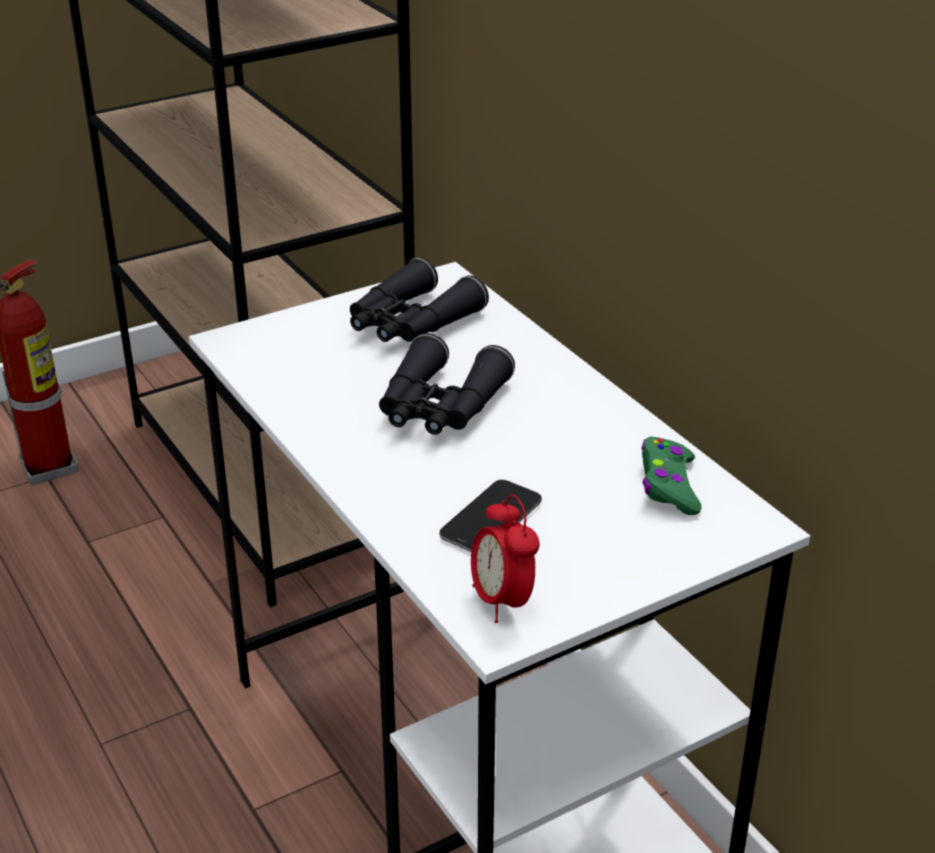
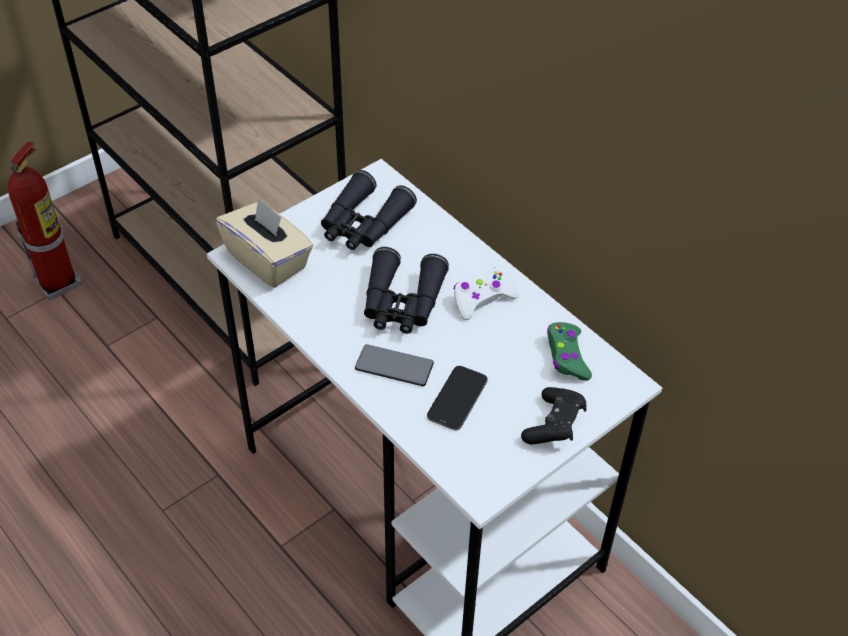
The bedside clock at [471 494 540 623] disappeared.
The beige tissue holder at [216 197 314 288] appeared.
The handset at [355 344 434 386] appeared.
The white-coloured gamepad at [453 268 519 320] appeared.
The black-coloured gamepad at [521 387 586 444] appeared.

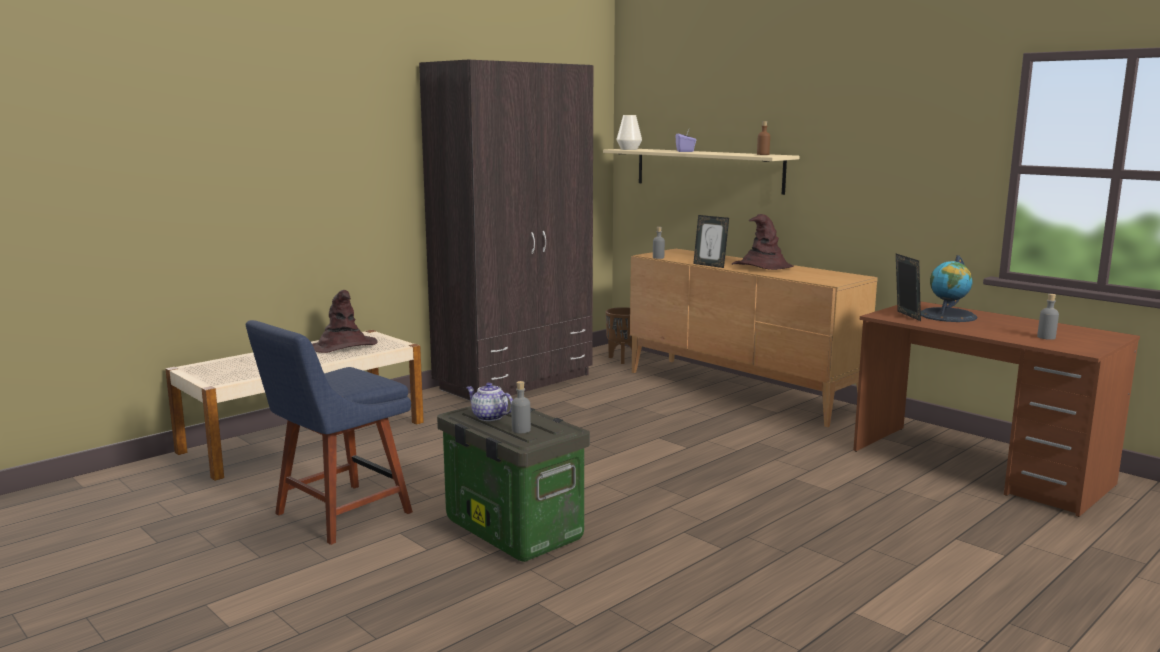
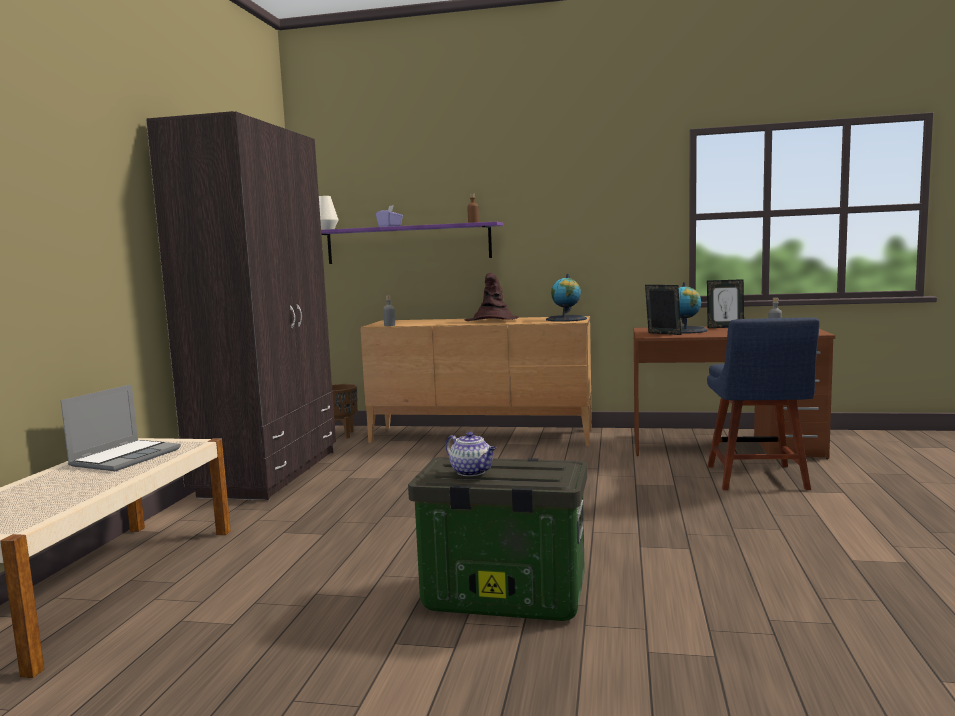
The gray drink bottle at [511 381 531 433] disappeared.
The world globe at [546 274 587 322] appeared.
The blue plain chair moved from [246 320 413 545] to [707 317 820 490].
The picture frame moved from [693 215 729 268] to [707 279 744 328].
The brown clothing hat at [312 290 378 353] was replaced by the laptop at [60 384 180 471].
The beige bracket shelf at [603 149 800 195] became the purple bracket shelf at [321 222 504 264].
The teapot at [466 382 513 421] turned 135 degrees counterclockwise.

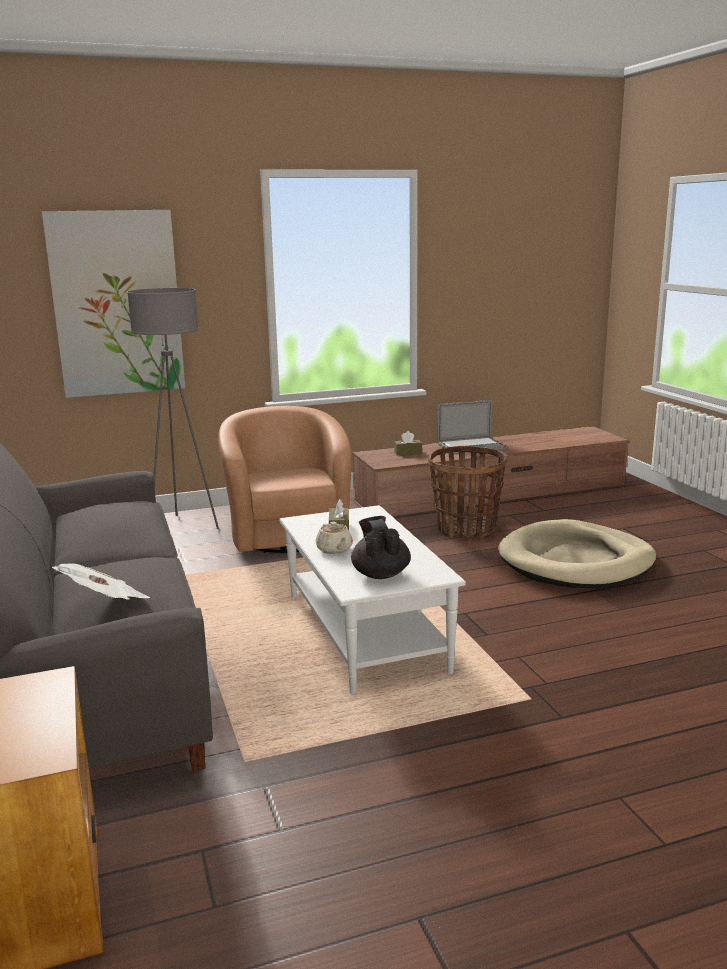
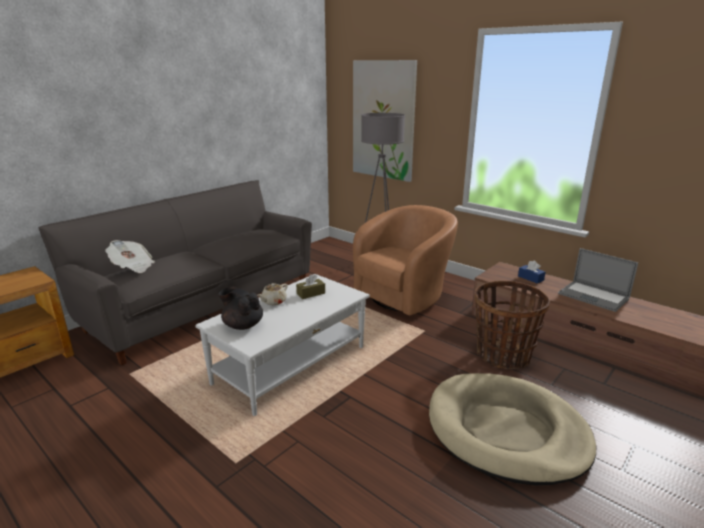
The brown tissue holder at [394 431 422 455] became the blue tissue holder at [518 261 546 284].
The black-coloured teapot at [351 516 411 579] turned 105 degrees counterclockwise.

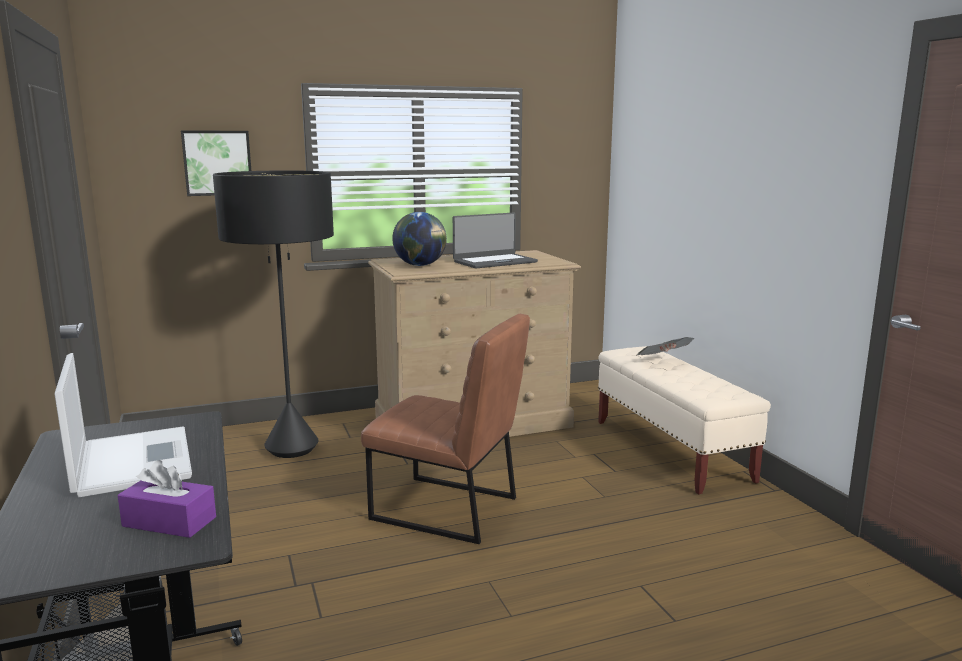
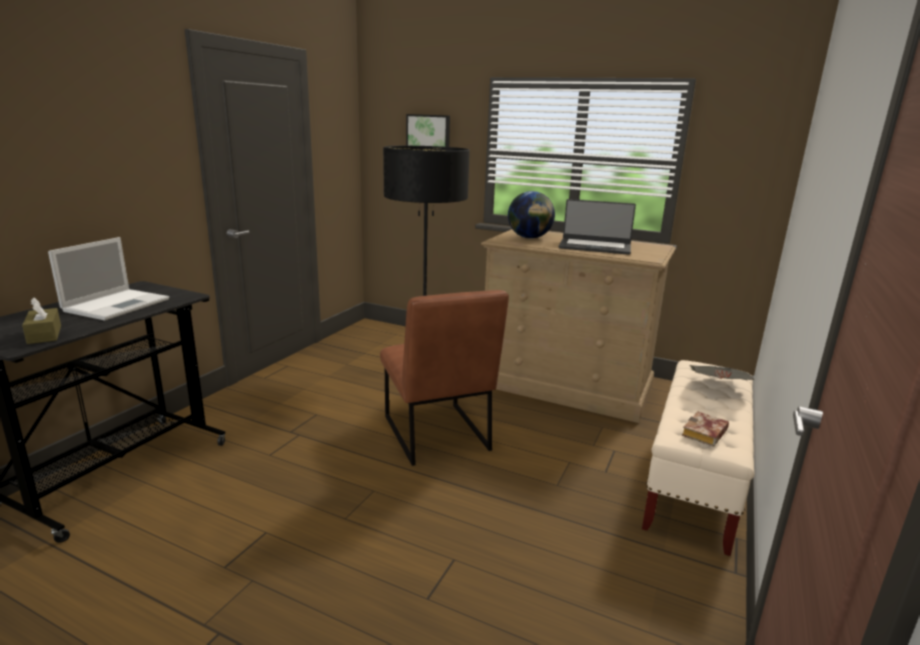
The bound book at [682 412 729 447] appeared.
The purple tissue holder at [118 460 216 538] became the brown tissue holder at [22 298 61 344].

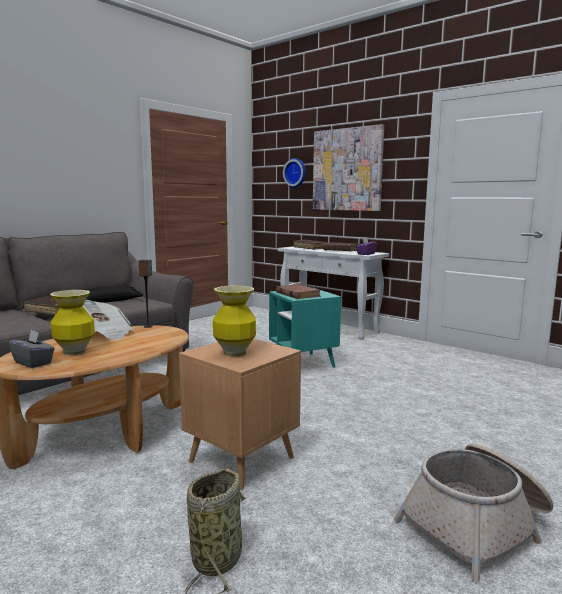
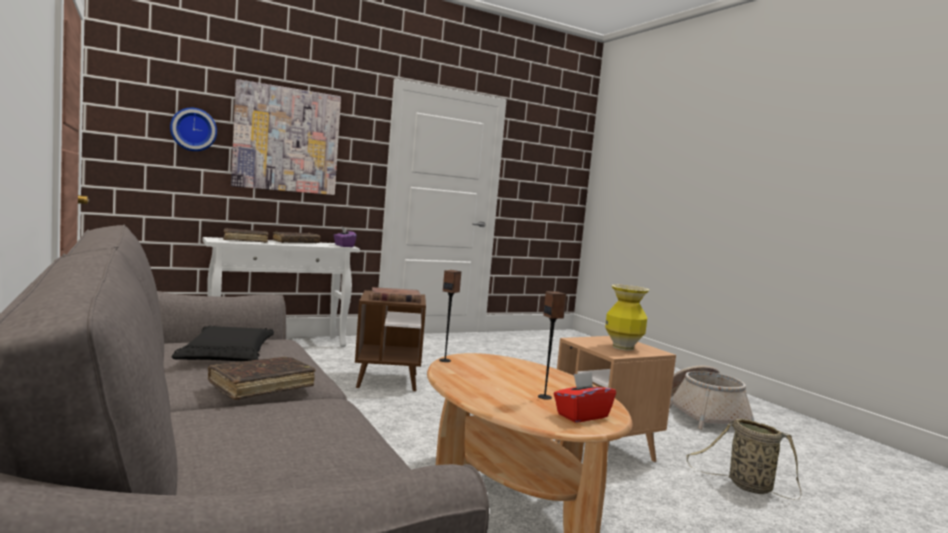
The printed paper at [82 300 133 340] disappeared.
The vase at [50 290 95 355] was replaced by the loudspeaker at [538 291 566 400].
The gray tissue holder at [9 330 55 368] became the reddish tissue holder at [554 372 616 423].
The blue-green end table at [269 288 341 368] became the brown end table at [355 290 426 392].

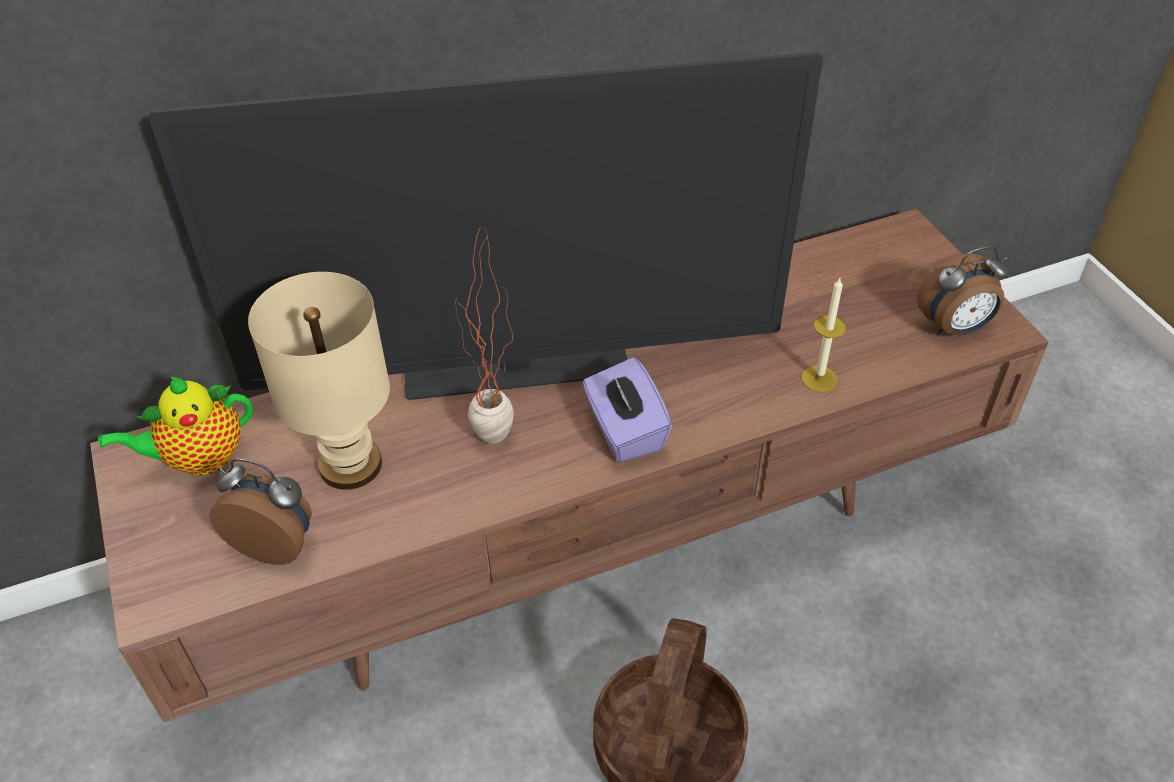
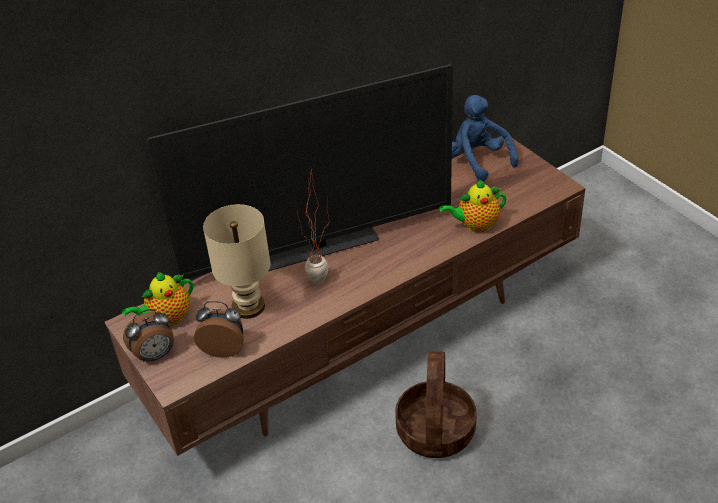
The purple tissue holder at [583 357 672 462] disappeared.
The blue plush toy at [452 95 519 181] appeared.
The bedside clock moved from [917 246 1010 335] to [123 309 174 362].
The wax light at [801 278 846 392] was replaced by the teapot at [439 179 507 232].

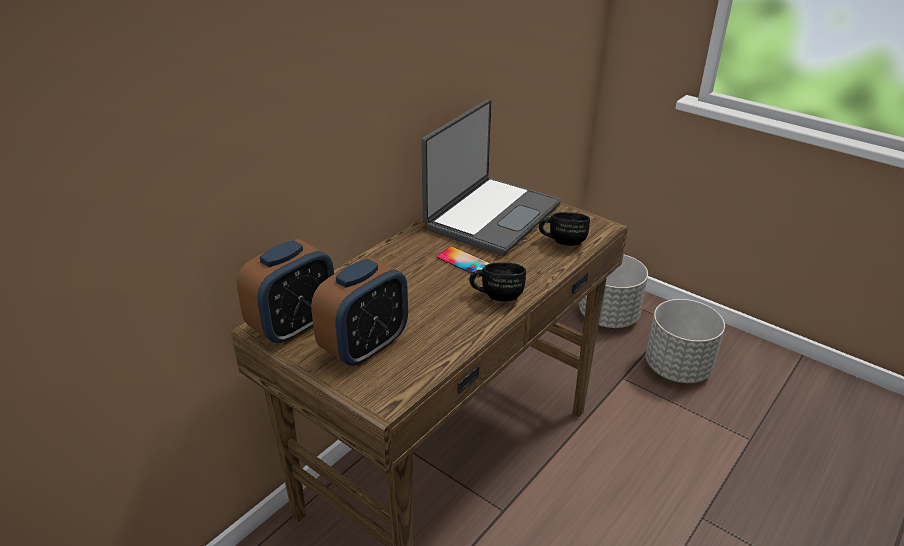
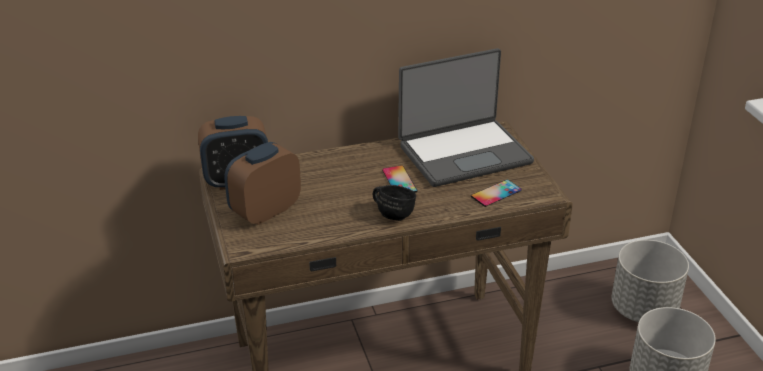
The black-coloured mug at [539 212 590 246] was replaced by the handset at [471 180 522 207].
The bedside clock at [311 257 408 367] turned 150 degrees clockwise.

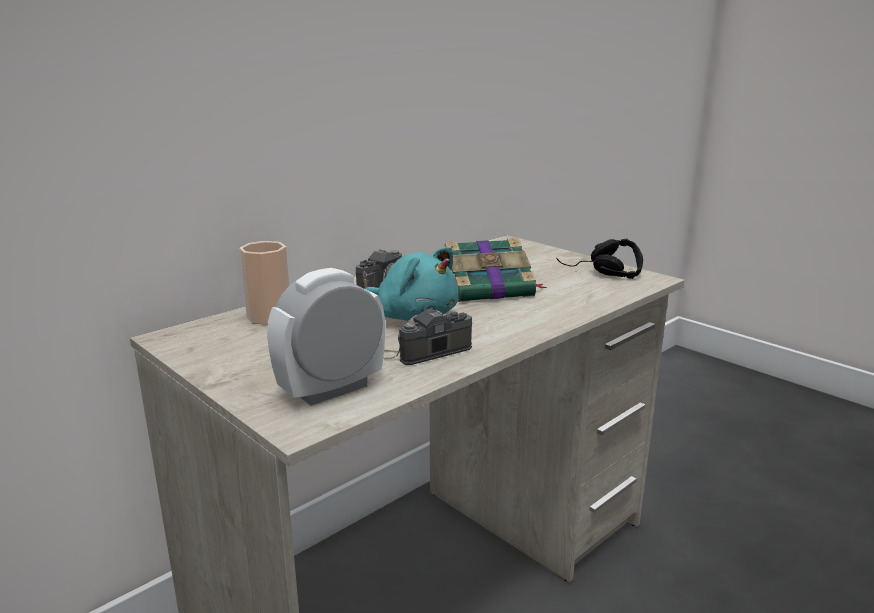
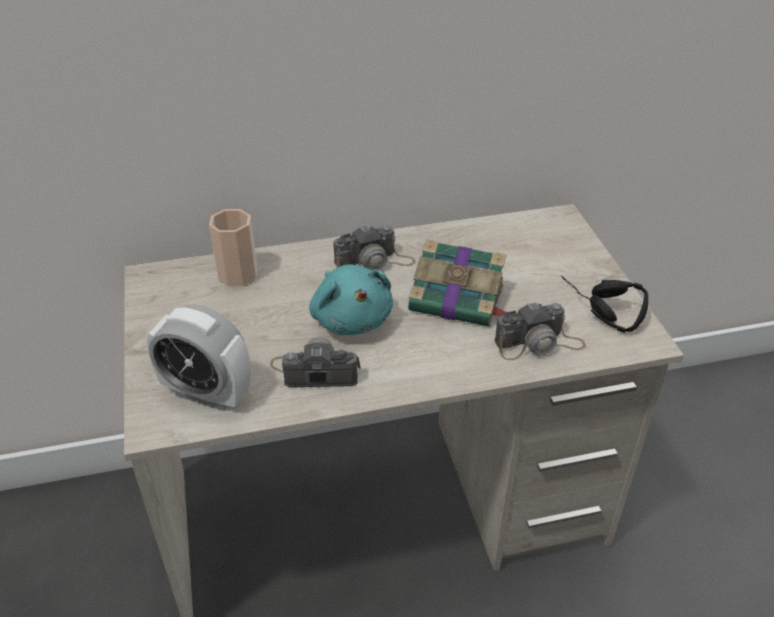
The still camera at [494 301 586 360] appeared.
The bedside clock at [267 268 385 406] turned 150 degrees counterclockwise.

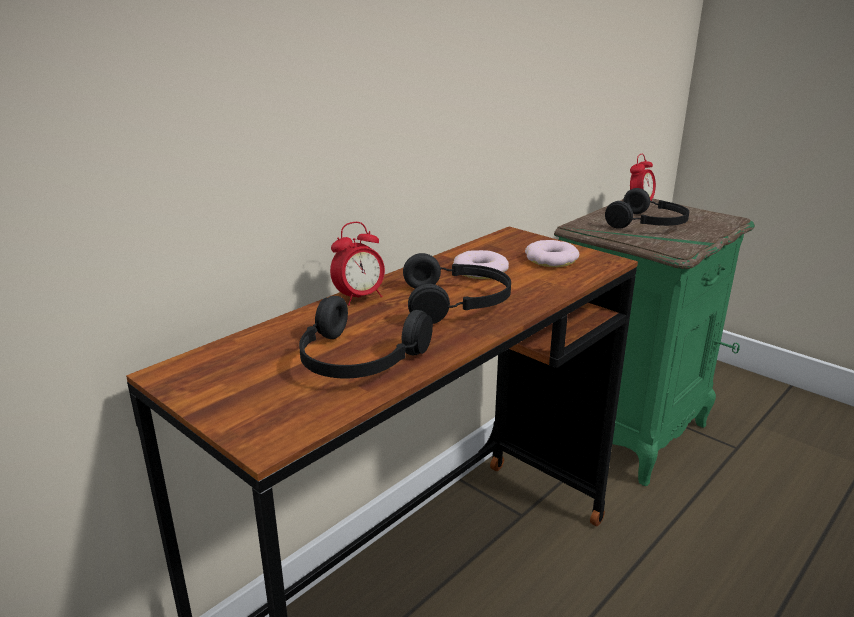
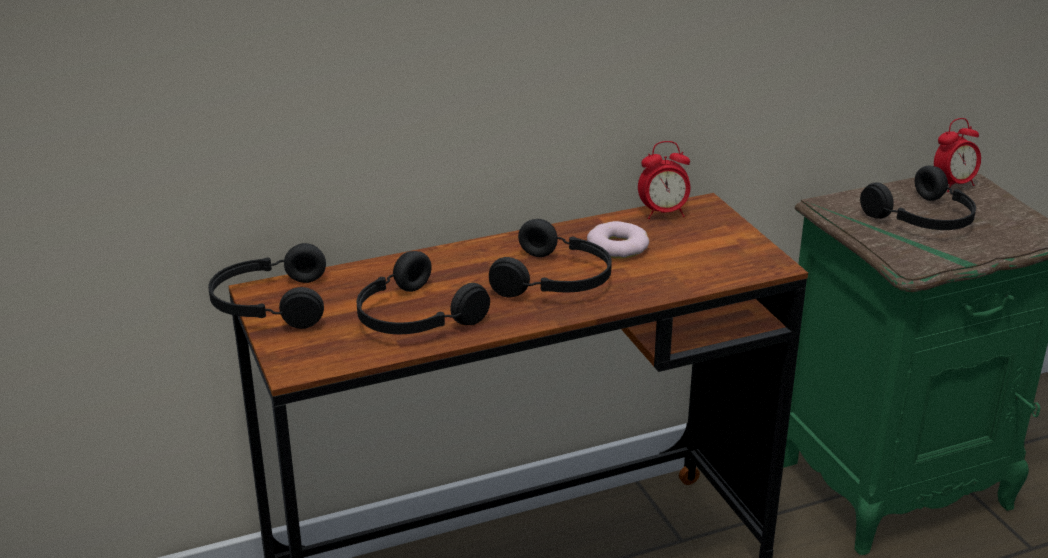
The donut at [525 240 579 267] disappeared.
The black-coloured headset at [208 243 326 329] appeared.
The bedside clock moved from [330 222 385 305] to [638 141 690 219].

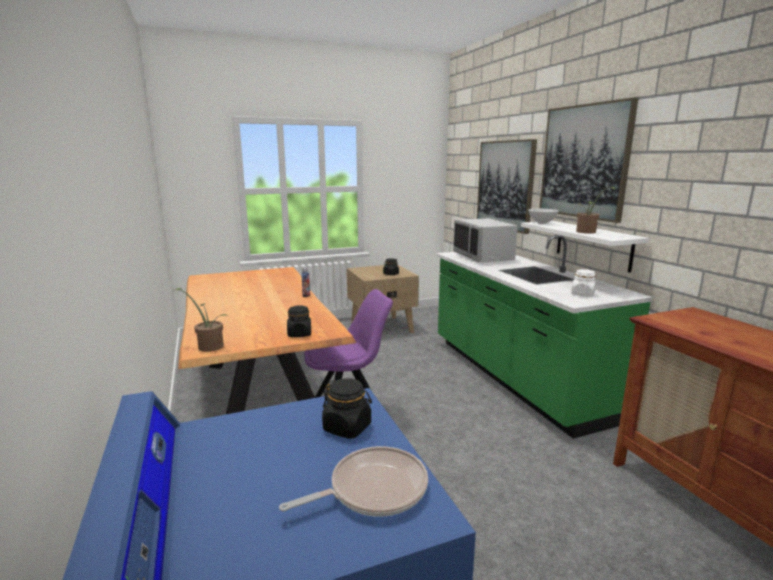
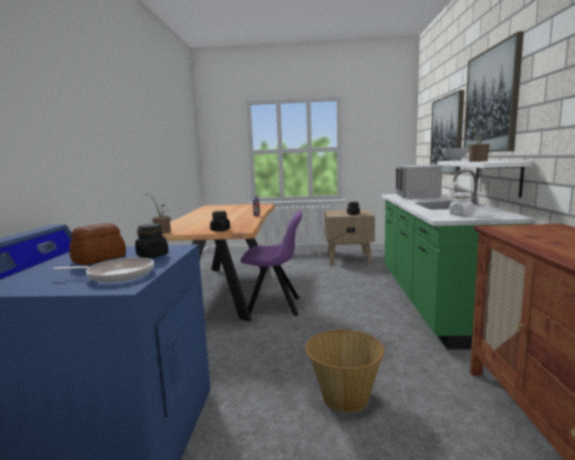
The bakery bread at [69 223 126 265] appeared.
The storage basket at [306 330 385 413] appeared.

